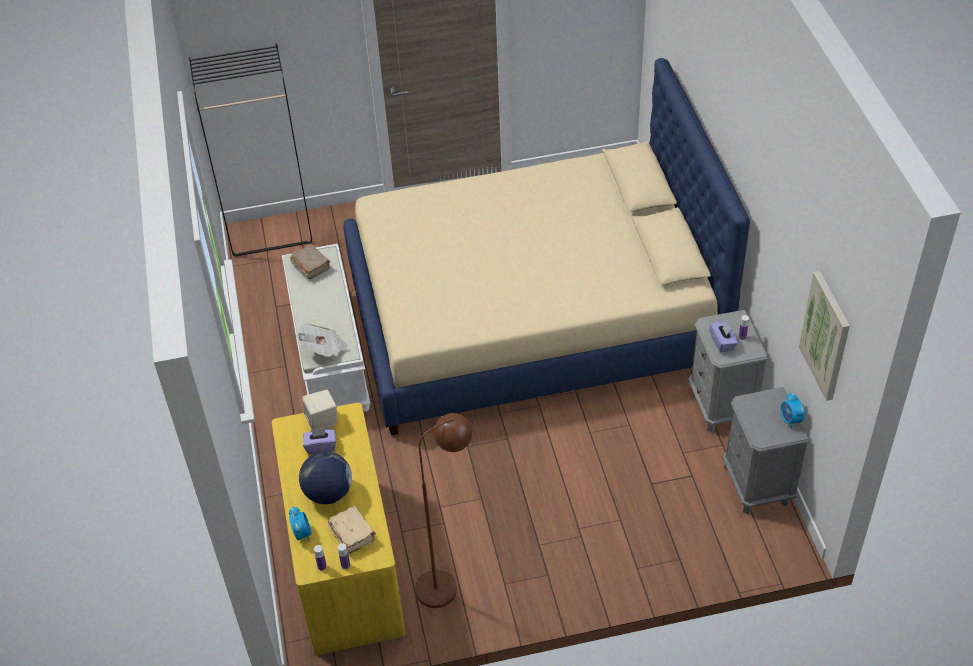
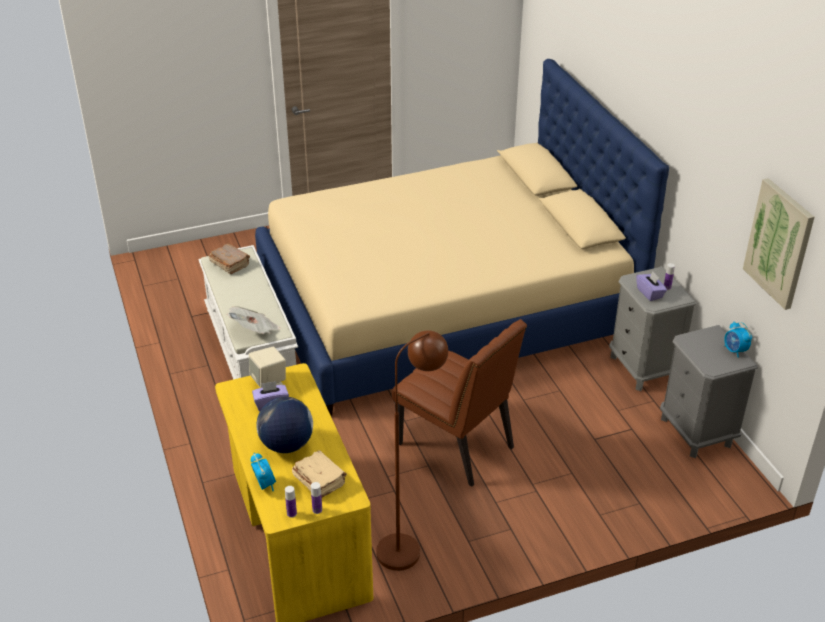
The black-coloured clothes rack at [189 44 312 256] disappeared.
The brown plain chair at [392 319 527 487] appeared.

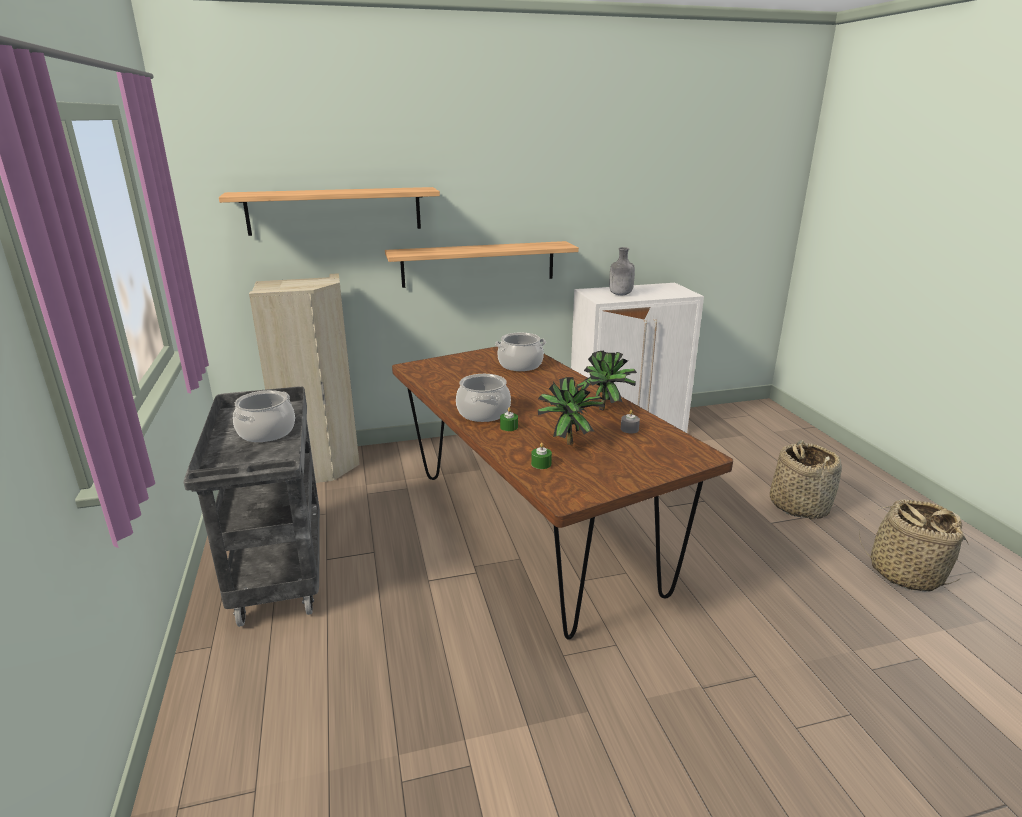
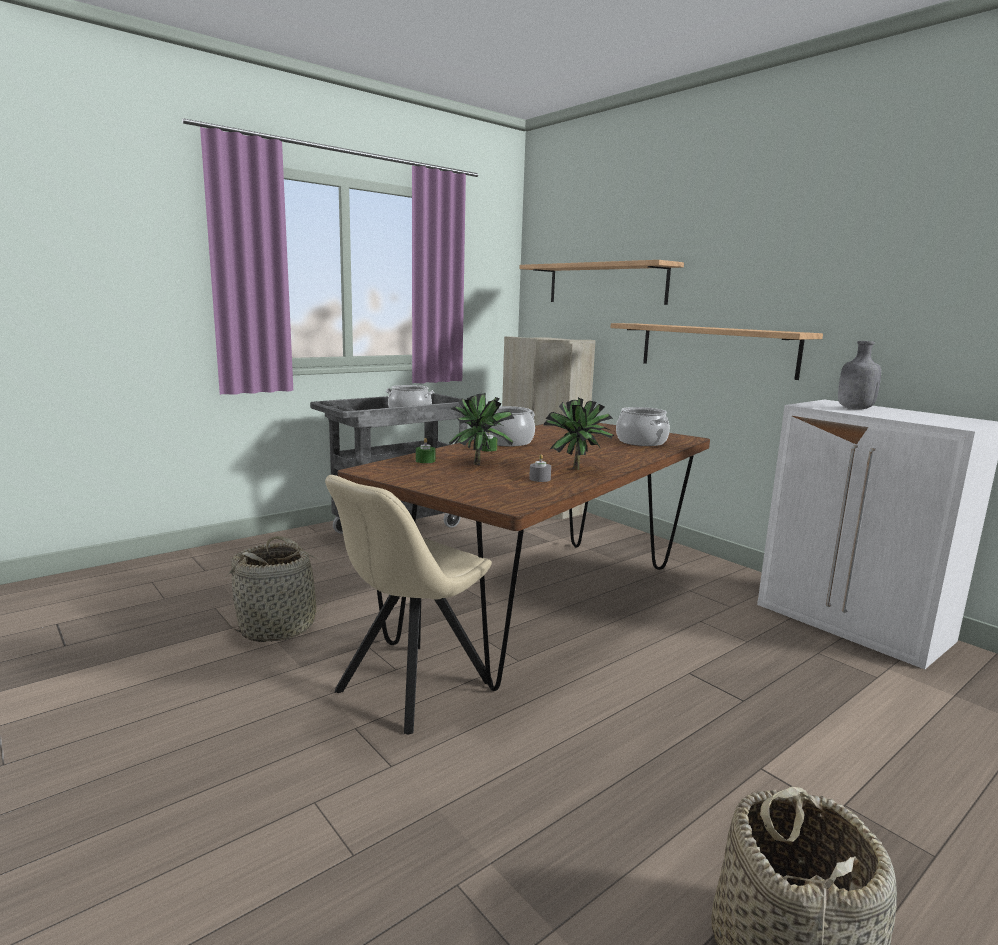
The beige plain chair at [325 475 493 735] appeared.
The storage basket moved from [770 440 842 520] to [225 536 334 642].

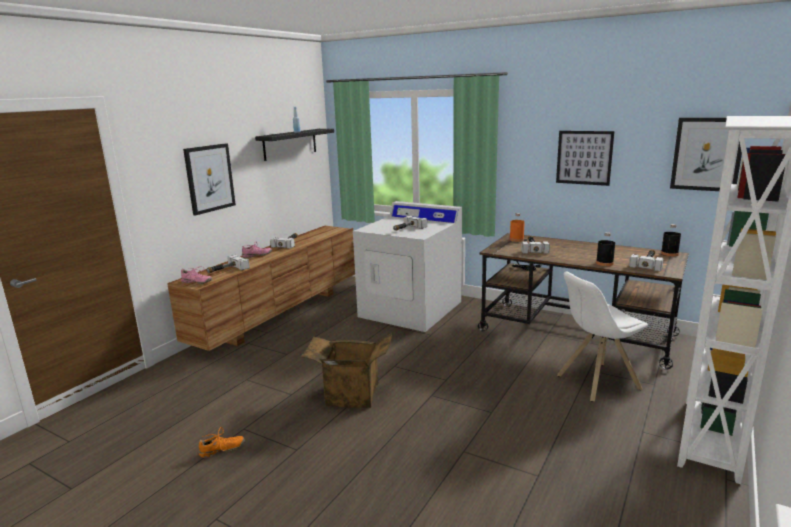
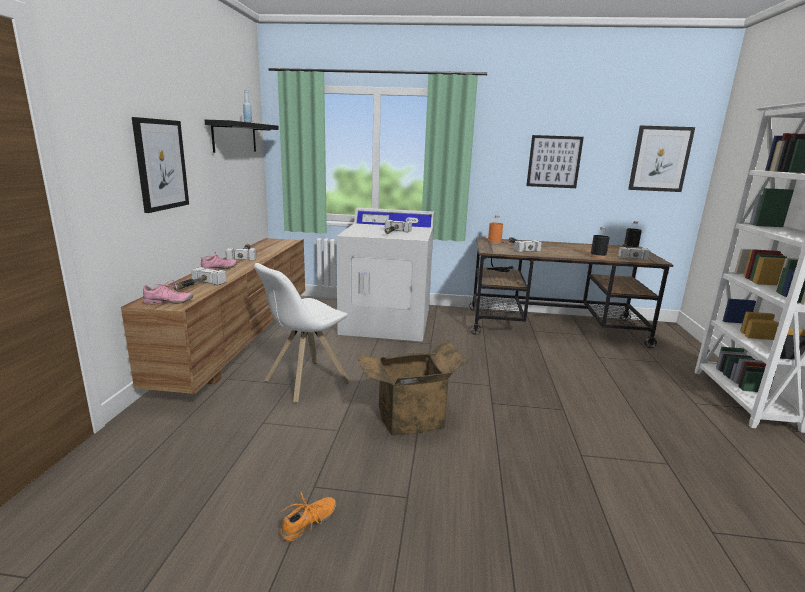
The white-coloured plain chair moved from [557 271 648 402] to [254 263 350 403].

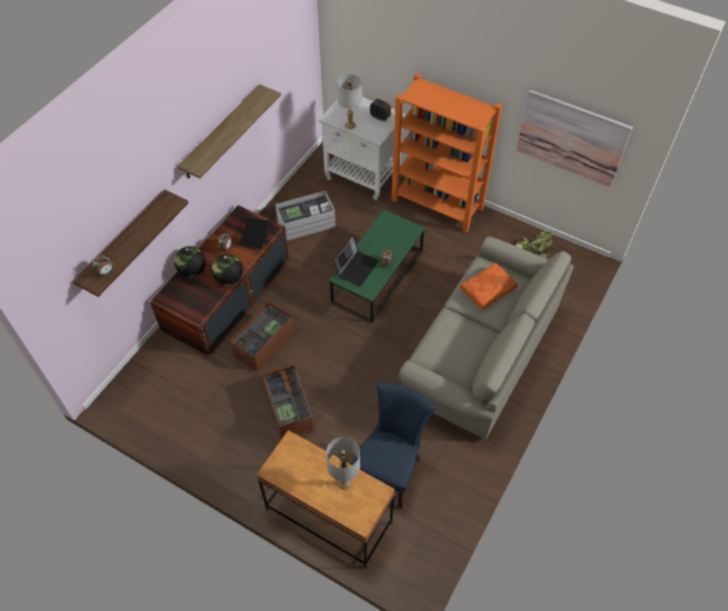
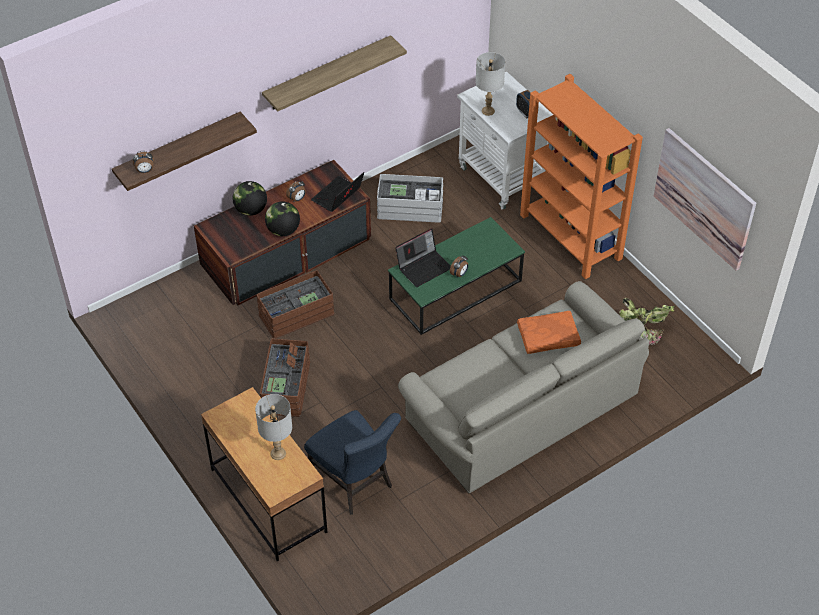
The blue plain chair at [351 382 436 509] turned 90 degrees clockwise.

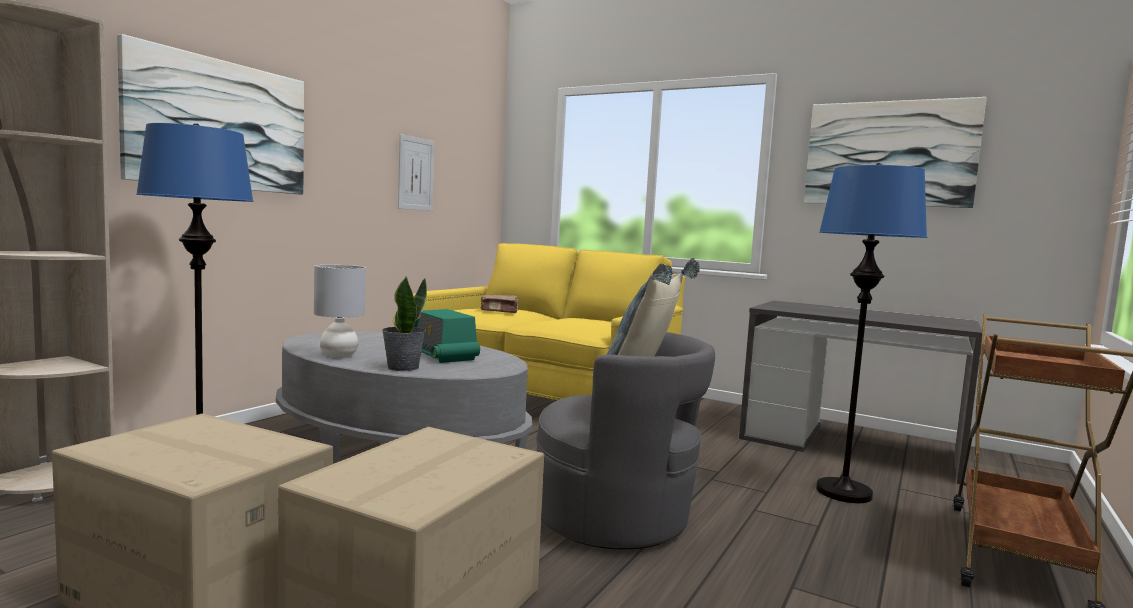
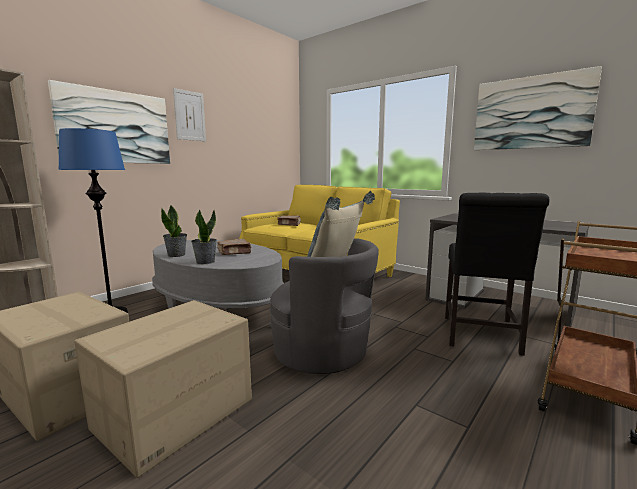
The wall art moved from [398 134 435 211] to [173 88 206 141].
The gray tabletop lamp at [314 265 366 358] was replaced by the potted plant at [161 205 187 257].
The radio set at [414 309 480 363] was replaced by the brown bound book at [217 239 251 255].
The blue standing lamp at [816 163 927 503] was replaced by the black-coloured plain chair at [445 193 549 356].

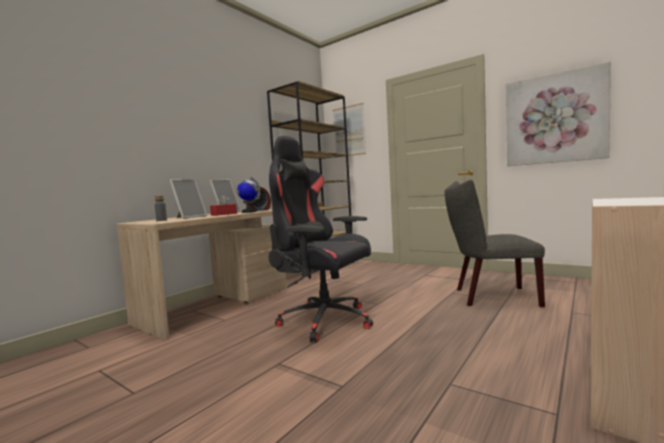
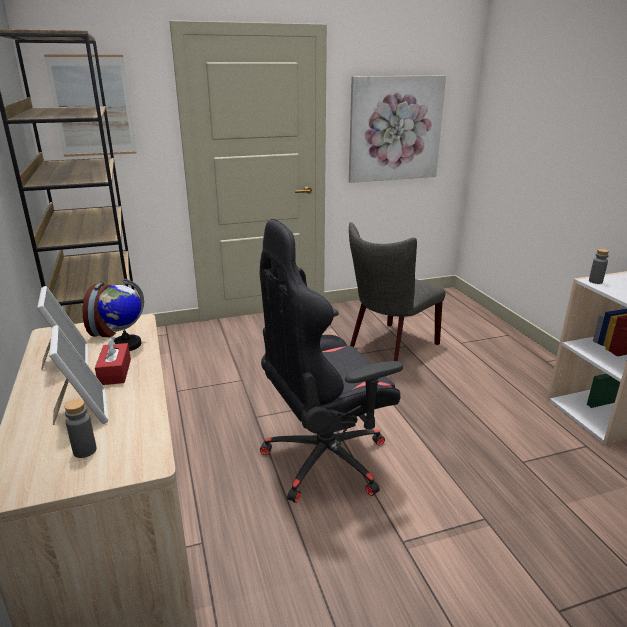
The gray drink bottle at [589 249 609 284] appeared.

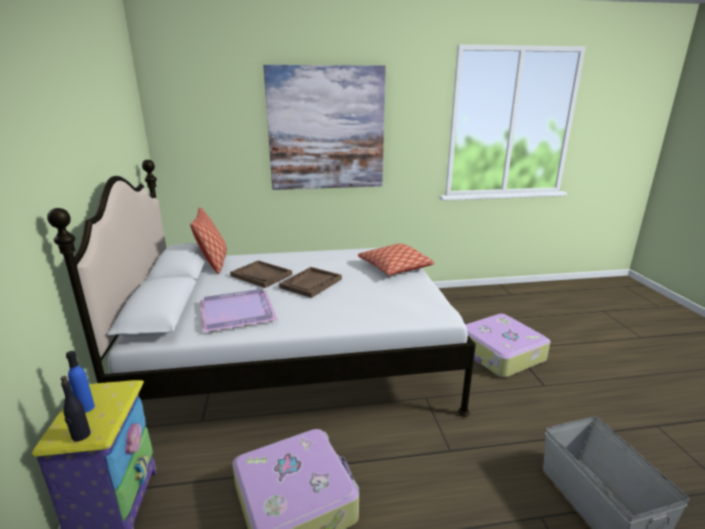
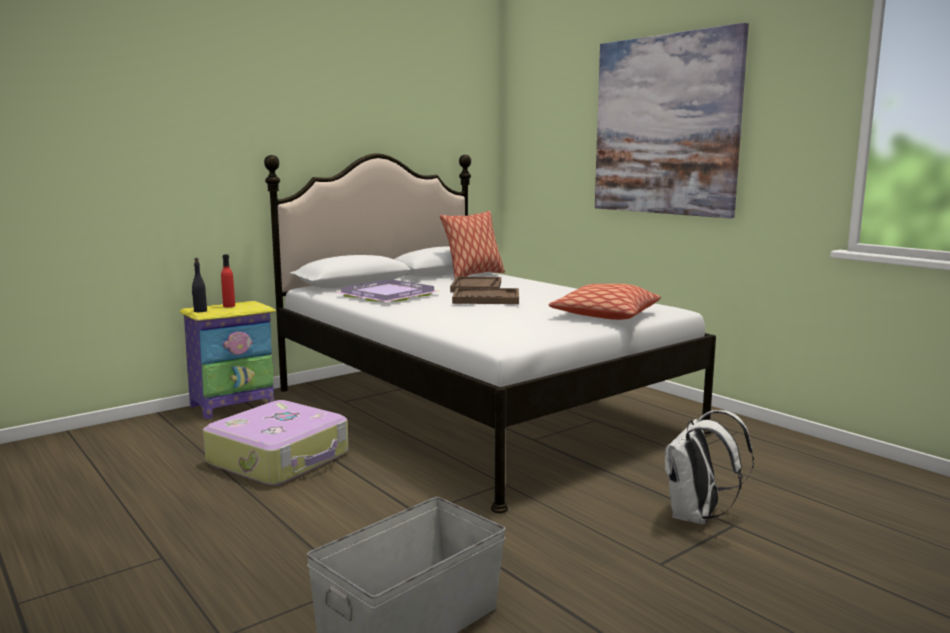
The suitcase at [465 314 551 378] was replaced by the white-coloured rucksack at [665 410 754 525].
The blue drink bottle at [66 351 95 413] became the reddish drink bottle at [221 254 235 307].

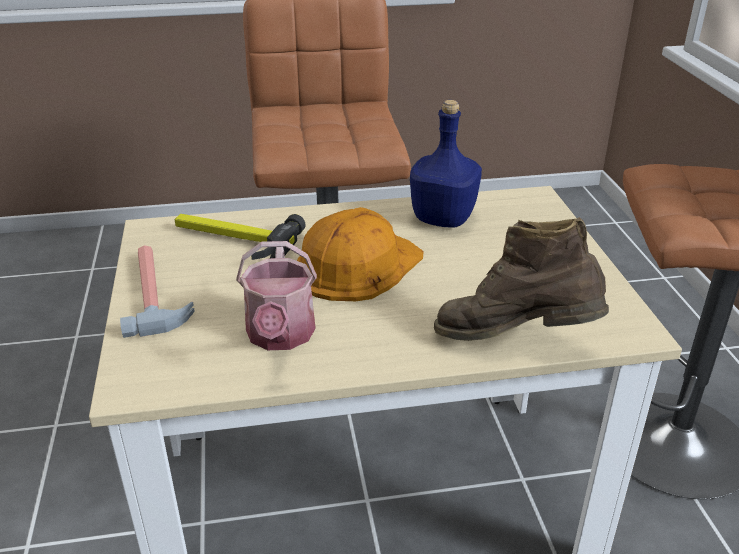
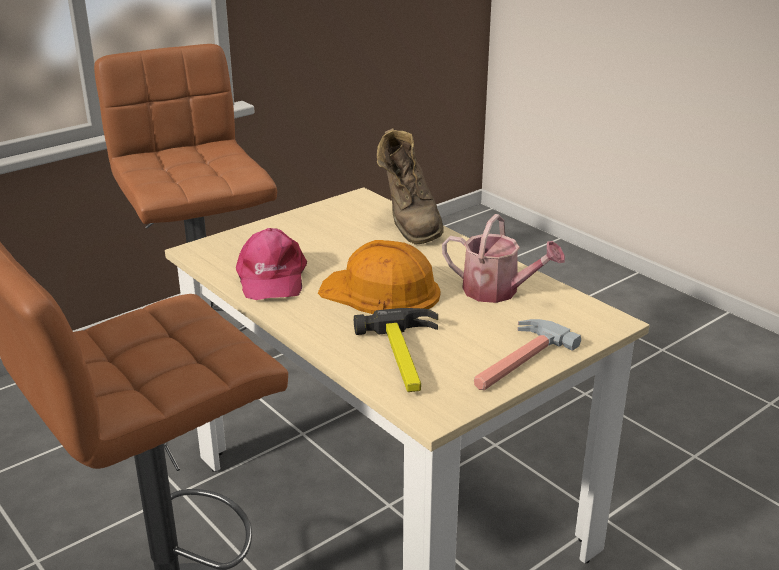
The blue drink bottle at [410 100 482 228] was replaced by the pinkish cap at [236 228 307 300].
The watering pot at [236 241 317 350] turned 60 degrees clockwise.

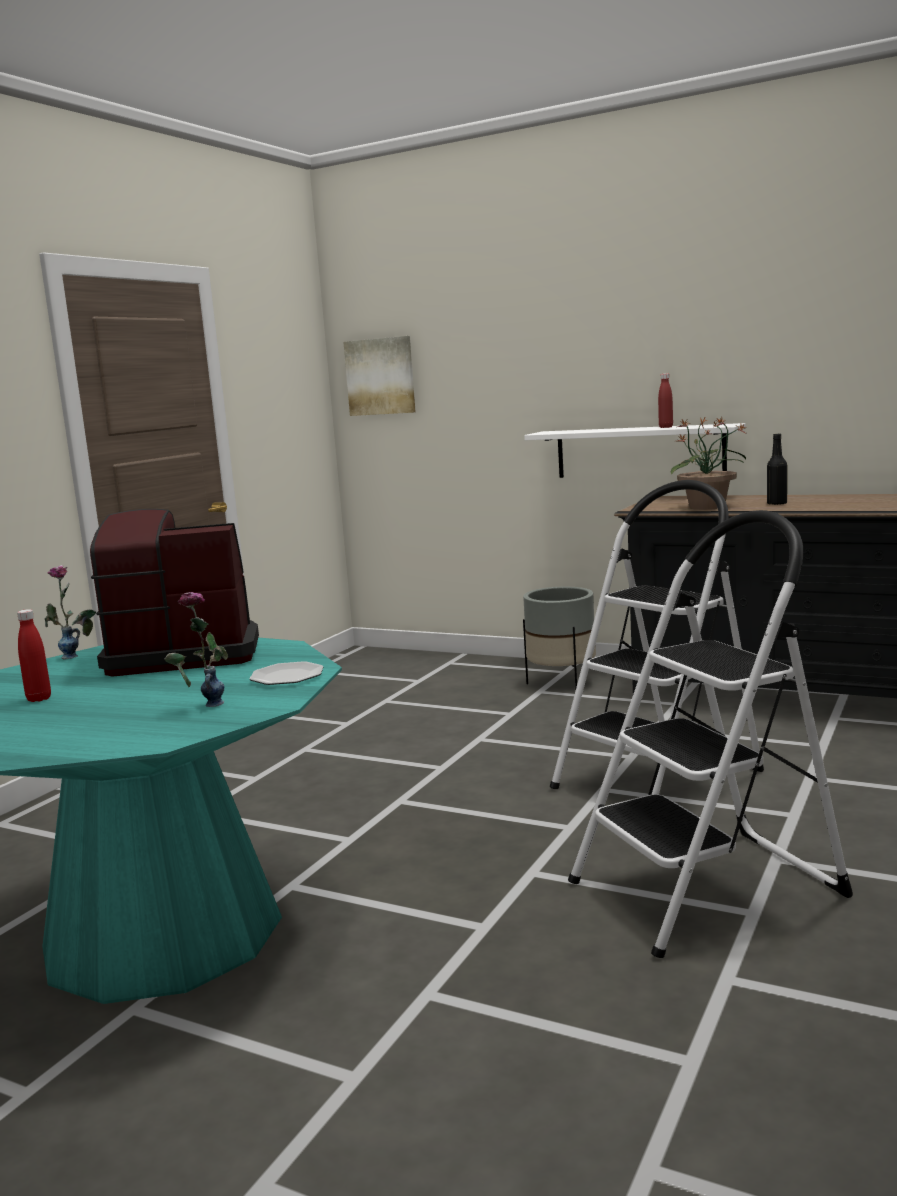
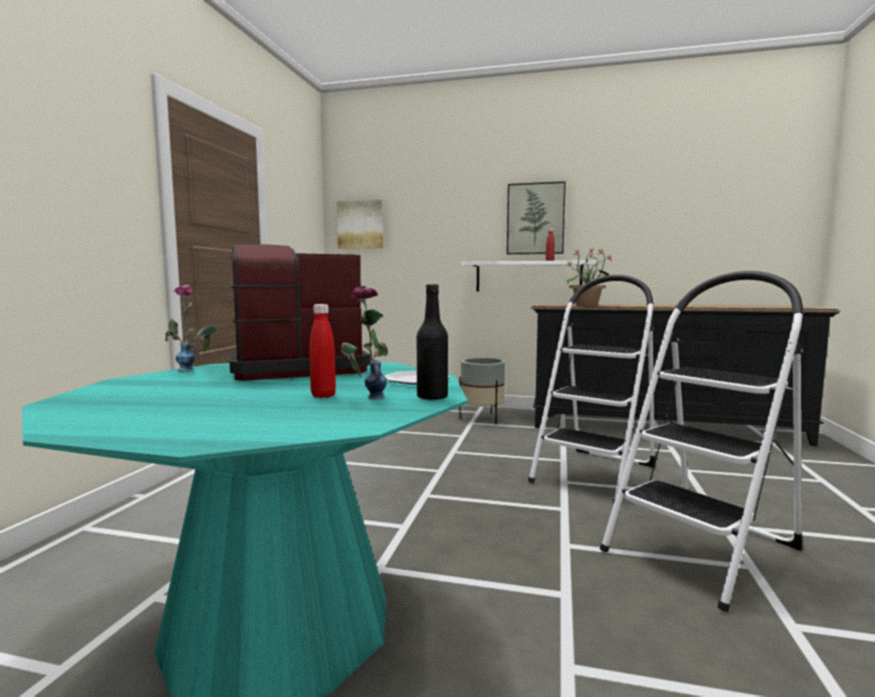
The wall art at [507 181 566 254] appeared.
The reddish drink bottle moved from [17 609 51 702] to [310 304 336 398].
The black-coloured drink bottle moved from [767 433 787 505] to [417 284 448 401].

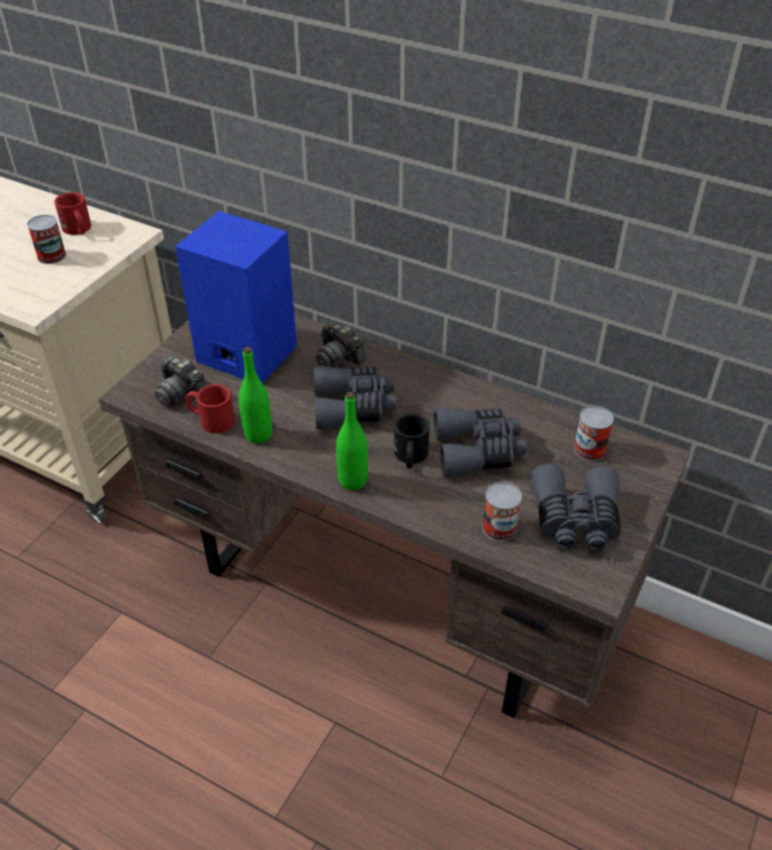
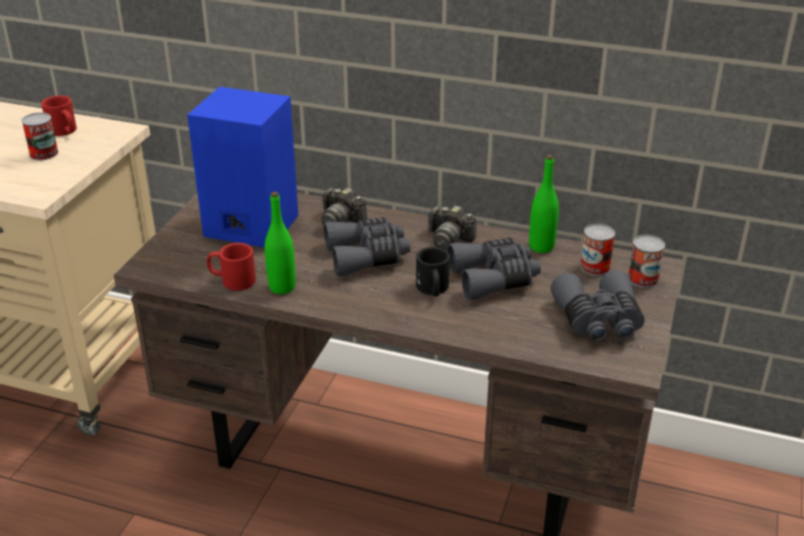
The still camera moved from [155 356 207 406] to [428 205 476 250].
The green-coloured drink bottle moved from [336 392 368 490] to [529 155 559 253].
The metal can moved from [482 482 522 541] to [628 235 665 288].

